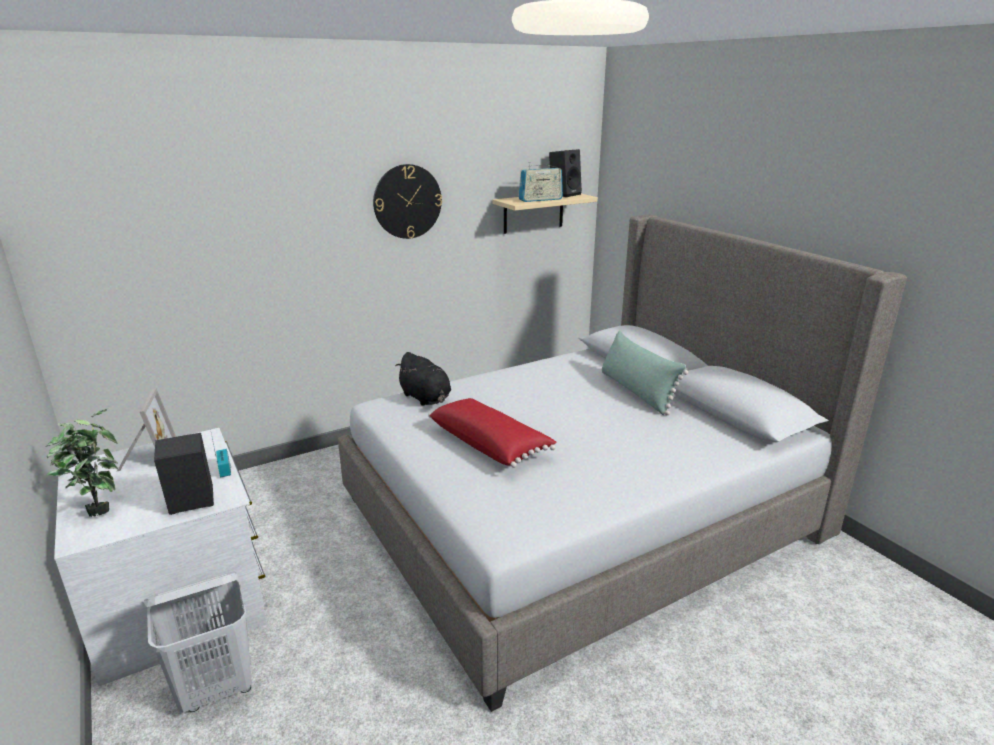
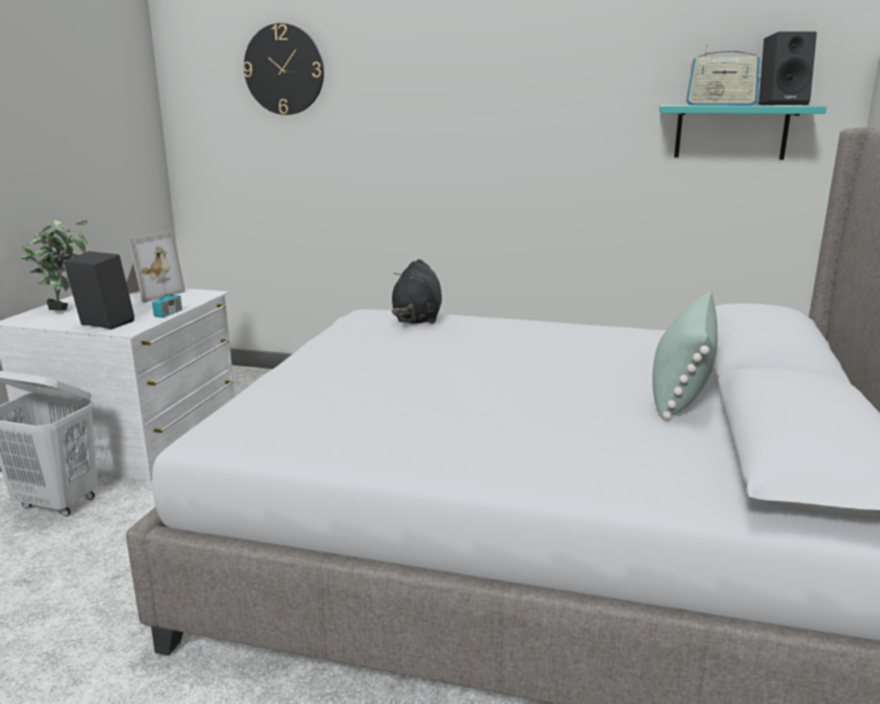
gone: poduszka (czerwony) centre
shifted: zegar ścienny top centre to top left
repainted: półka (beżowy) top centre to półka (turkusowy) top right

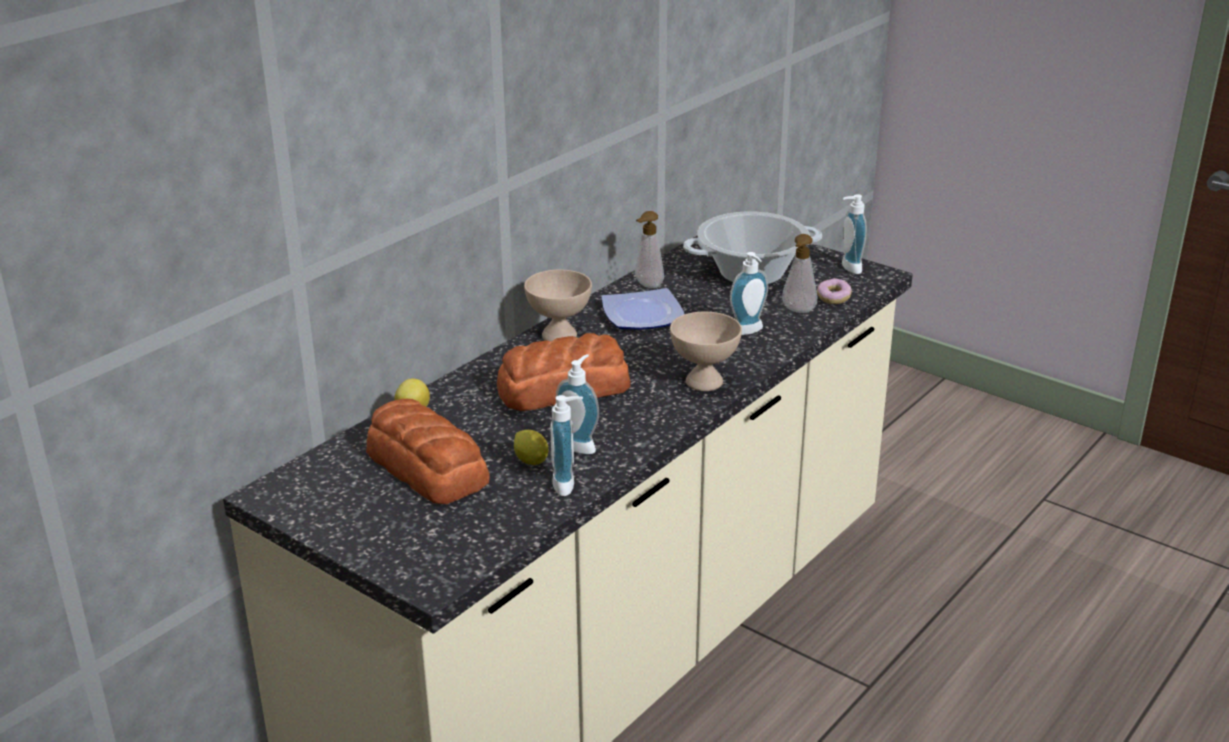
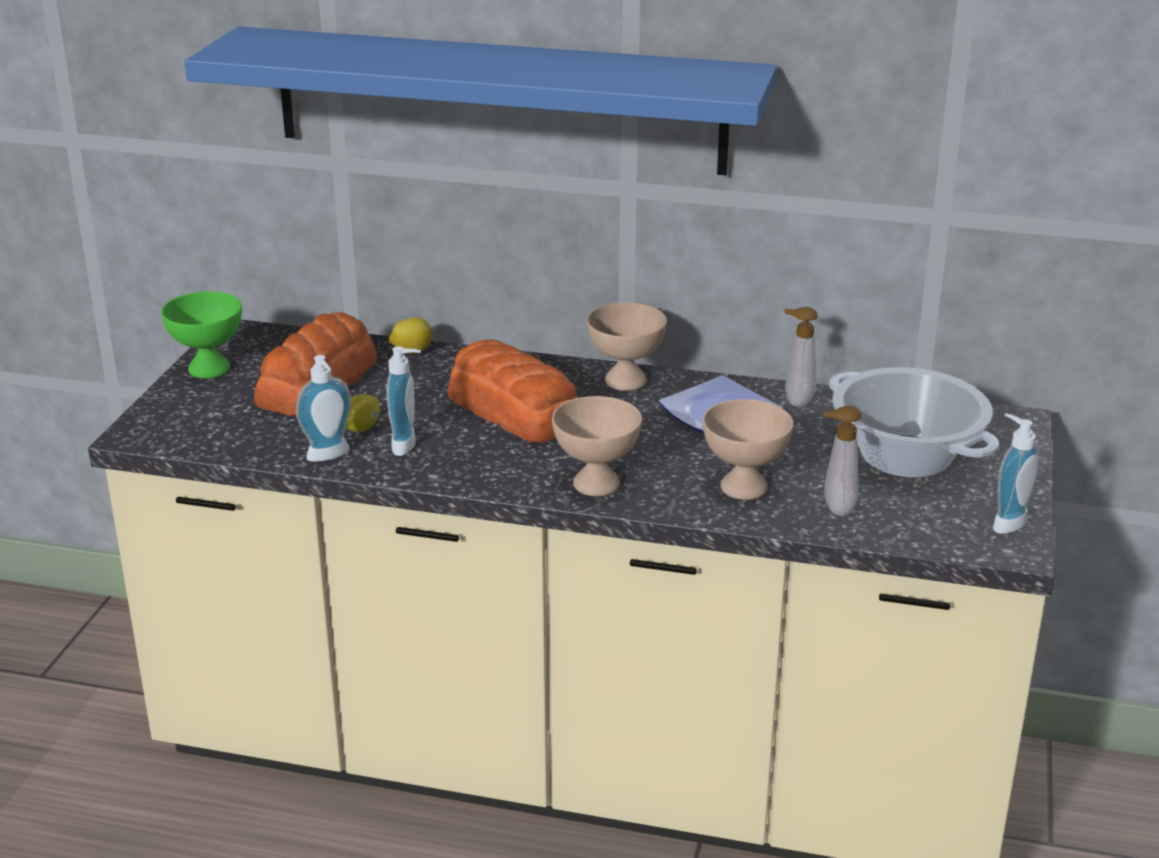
gone: donut middle right
new: miska (zielony) middle left; półka (niebieski) top centre
swapped: dozownik mydła (no. 4 from left) centre to miska (beżowy) (no. 3 from left) centre

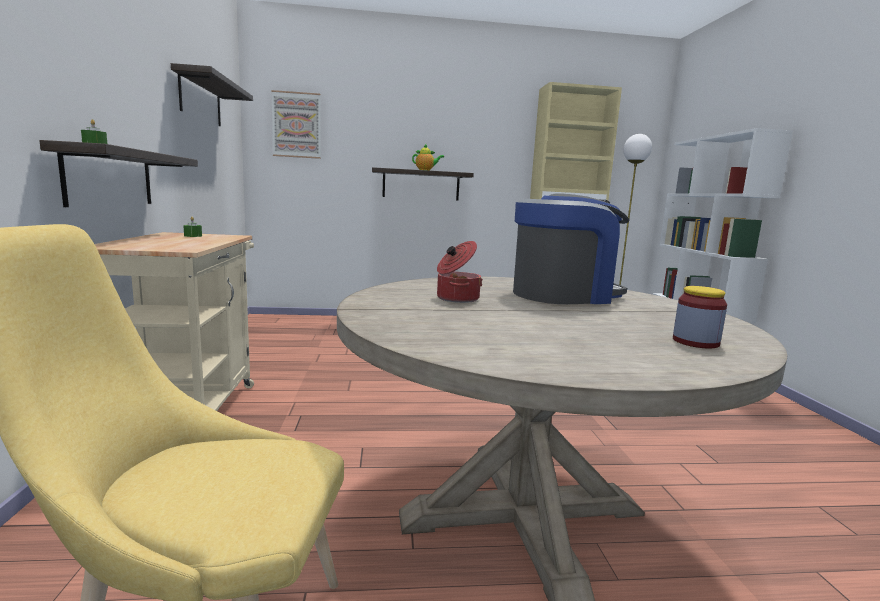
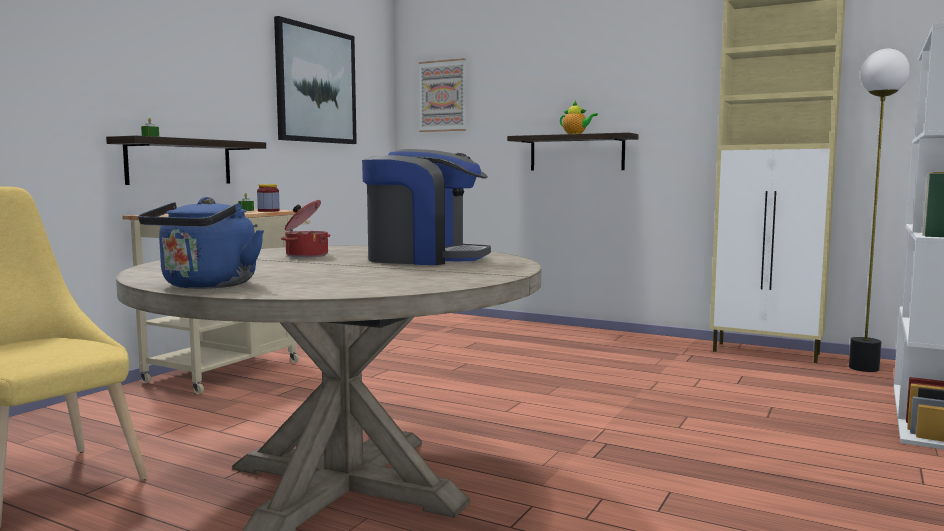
new: czajnik (niebieski) middle left
shifted: słoik middle right to middle left
swapped: półka (no. 2 from left) top left to obraz (no. 1 from left) top centre

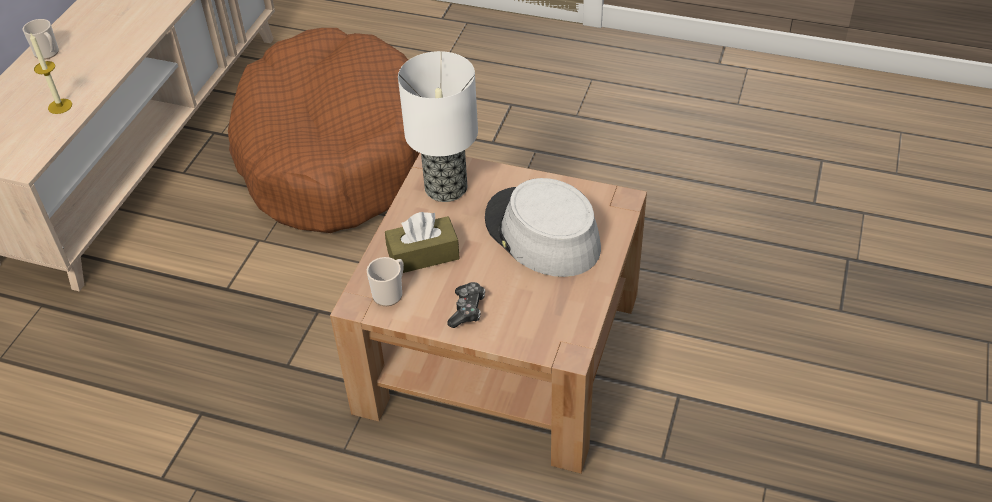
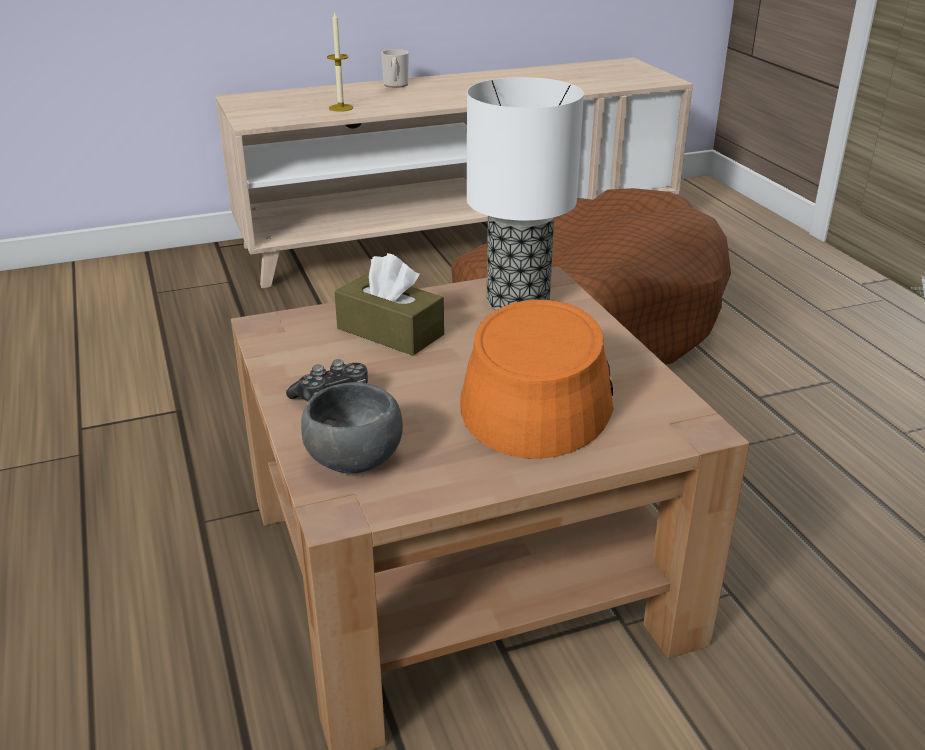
gone: kubek (no. 2 from left) centre
new: miska (szary) centre
repainted: kapelusz (szary) centre to kapelusz (pomarańczowy) centre

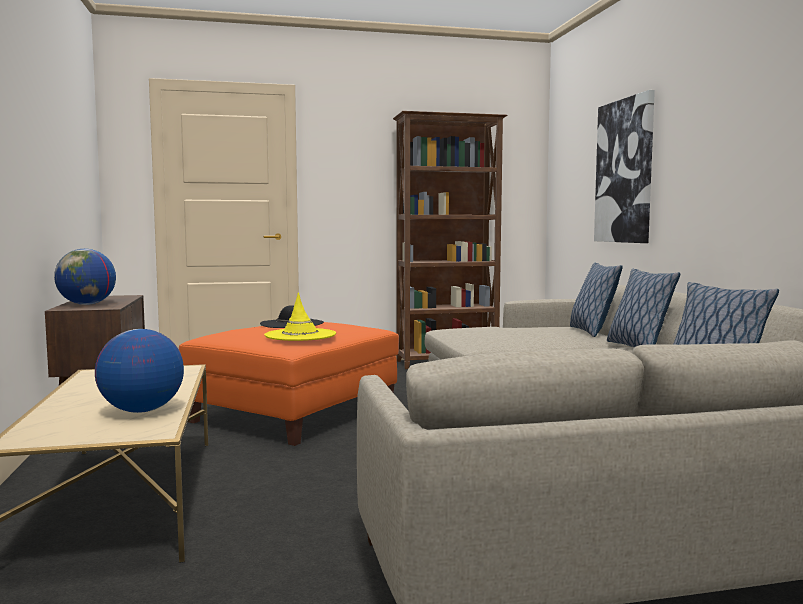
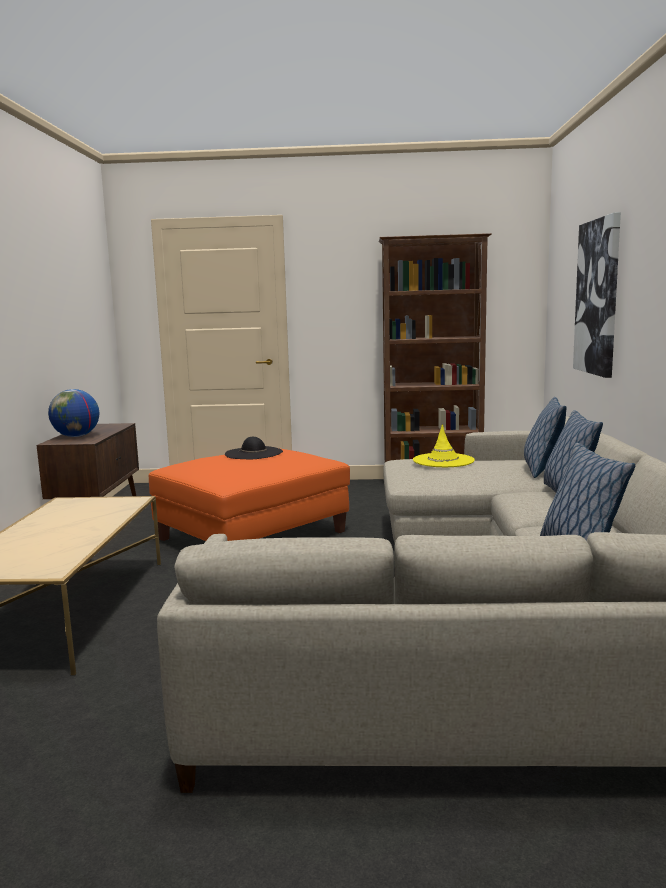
gone: globus (no. 2 from left) middle left
shifted: kapelusz (żółty) centre to middle right

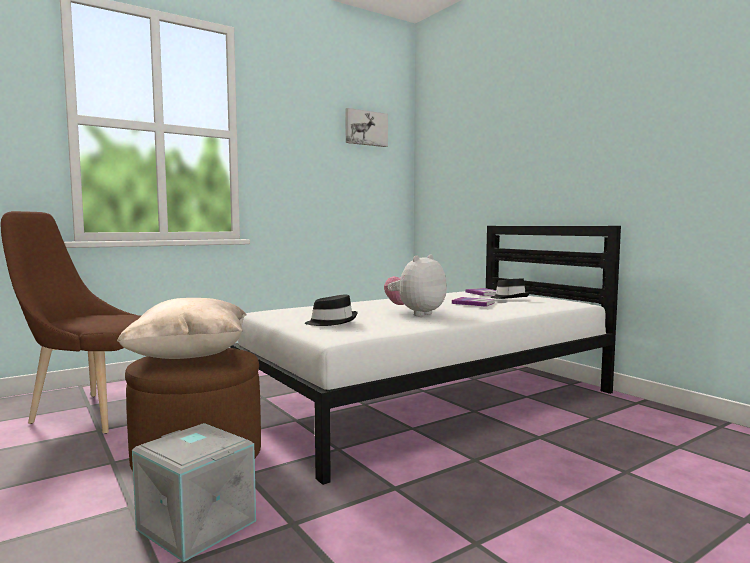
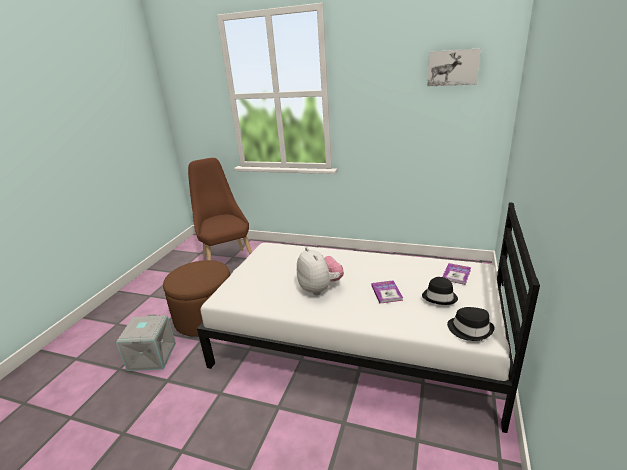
gone: poduszka (beżowy) middle left
shifted: kapelusz (czarny) (no. 1 from left in the first image) centre to kapelusz (czarny) (no. 2 from left) bottom right
rotated: pluszak centre = centre 60 degrees clockwise

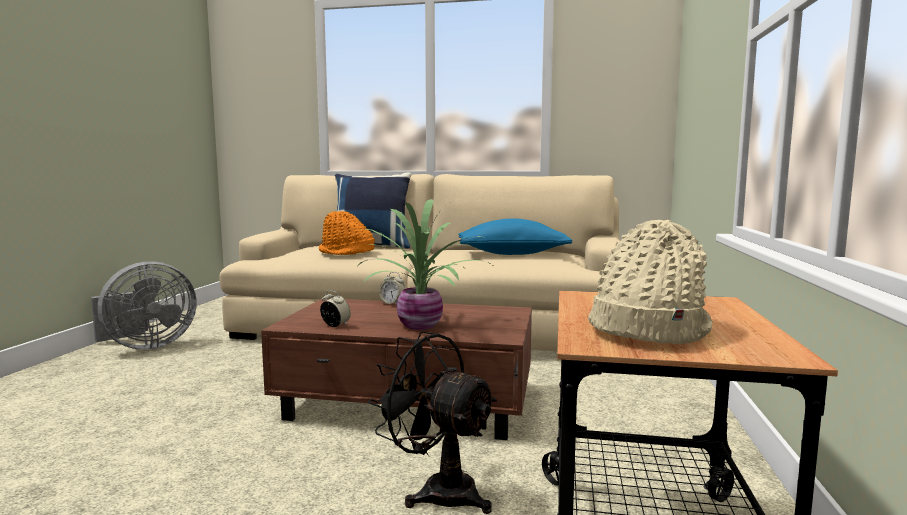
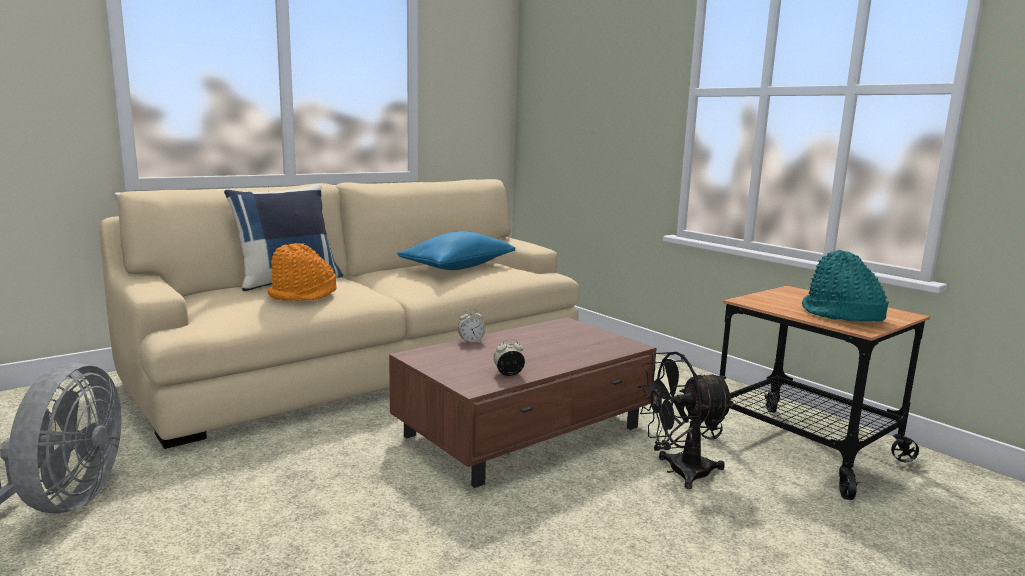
gone: roślina doniczkowa centre
repainted: kapelusz (beżowy) middle right to kapelusz (turkusowy) middle right

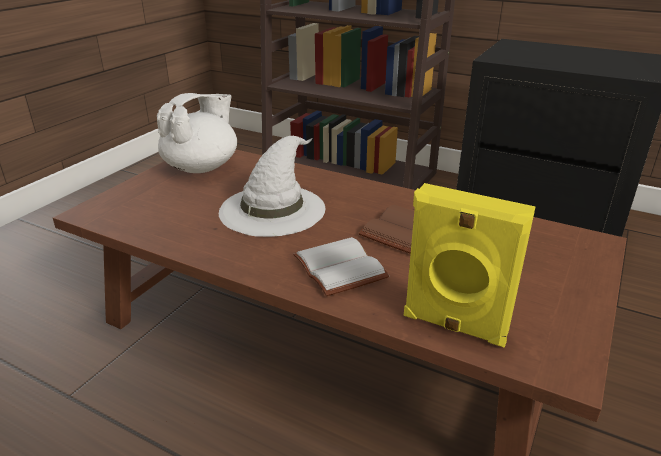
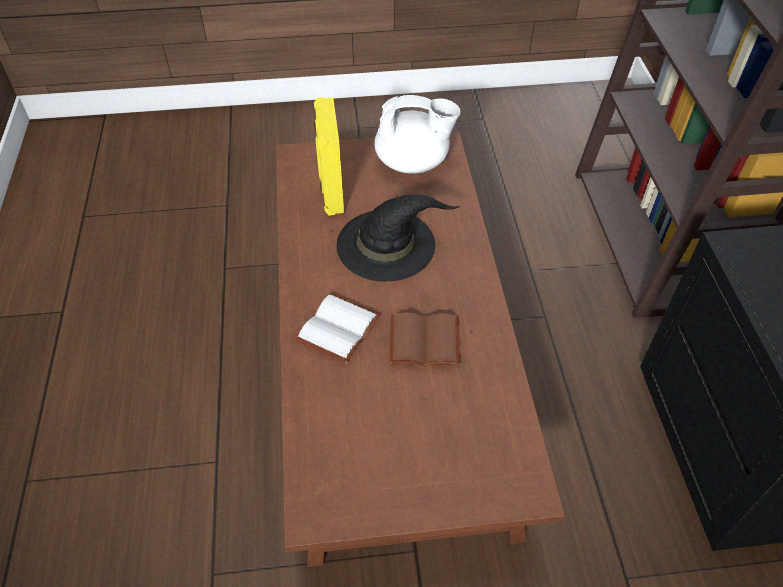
shifted: głośnik (żółty) middle right to top centre
repainted: kapelusz (biały) centre to kapelusz (czarny) centre

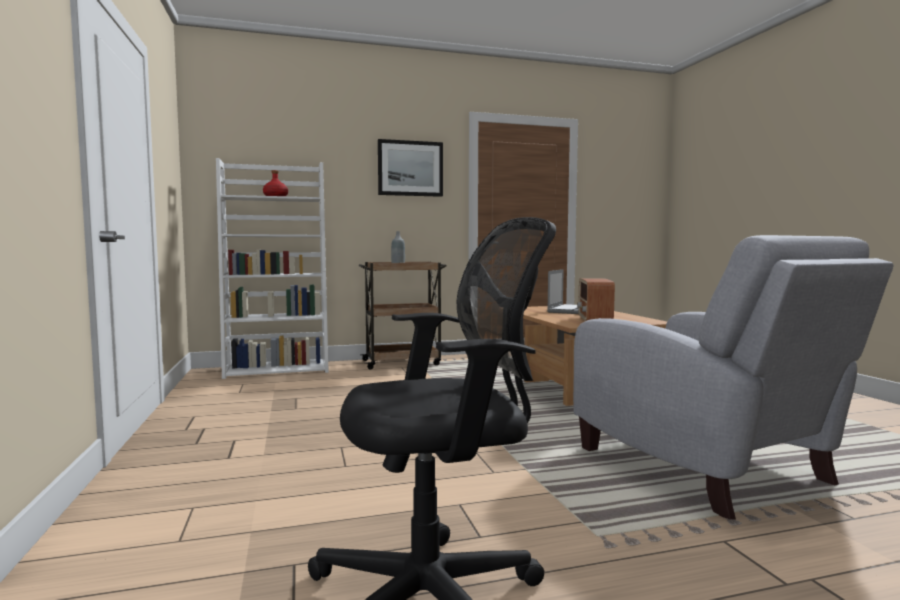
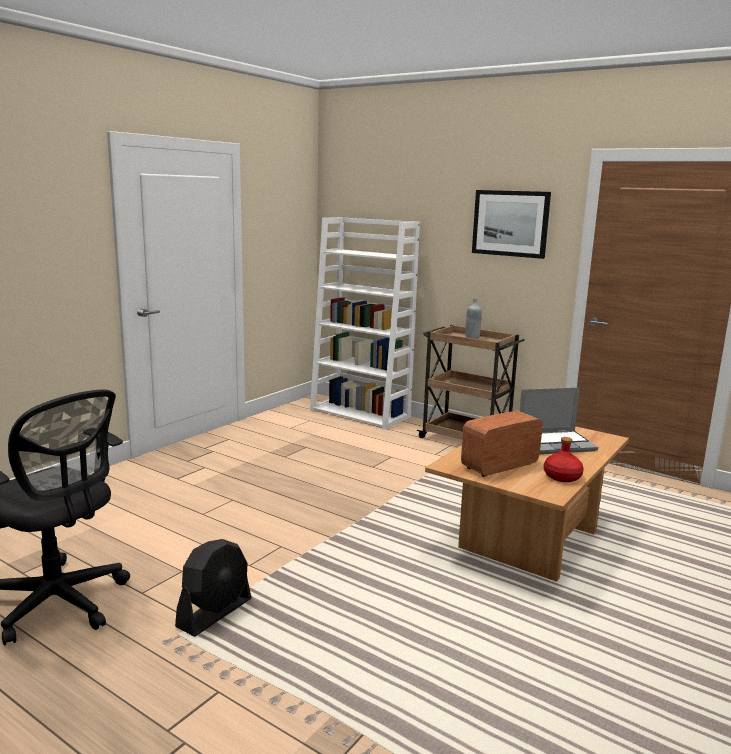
gone: fotel (szary) middle right
new: wentylator (czarny) bottom left
shifted: butelka (czerwony) top left to middle right

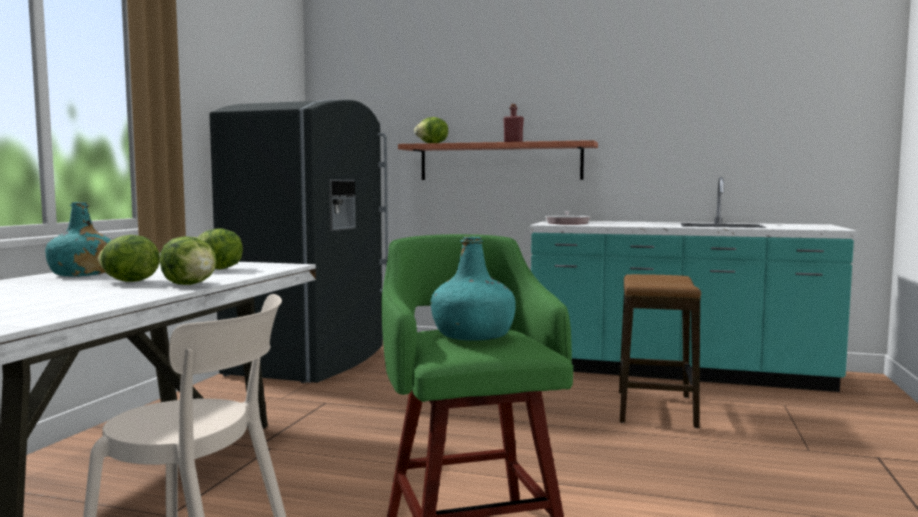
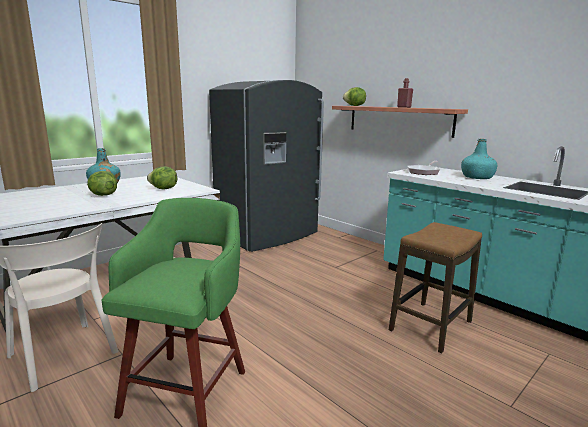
gone: sałata (no. 2 from left) middle left
shifted: butelka (turkusowy) (no. 2 from left) centre to middle right

